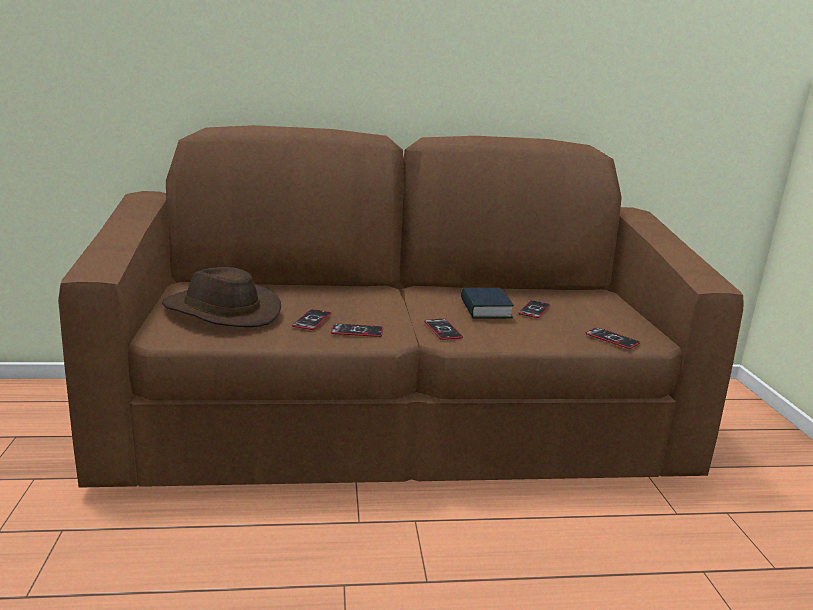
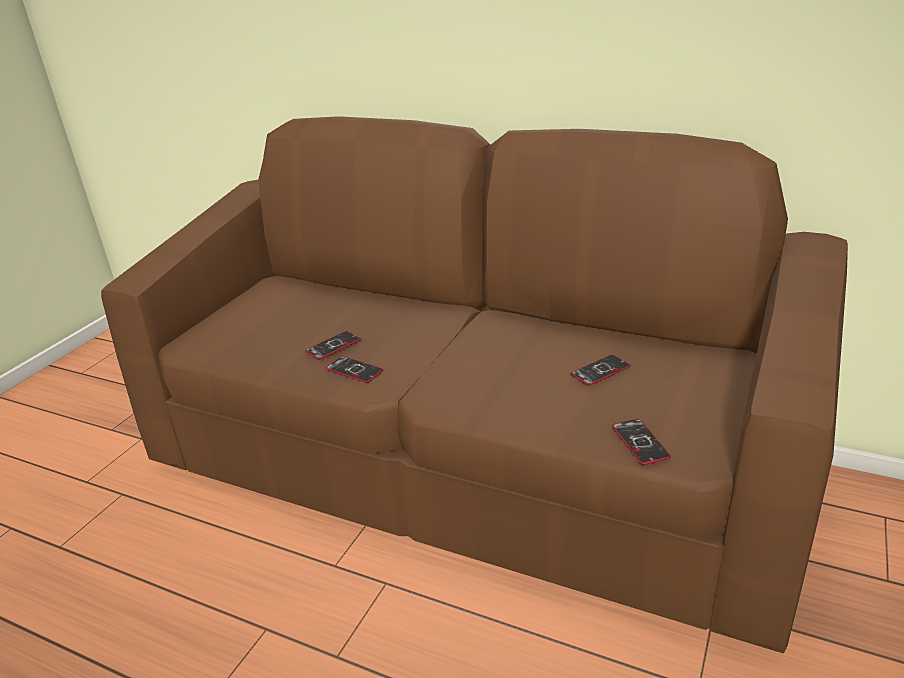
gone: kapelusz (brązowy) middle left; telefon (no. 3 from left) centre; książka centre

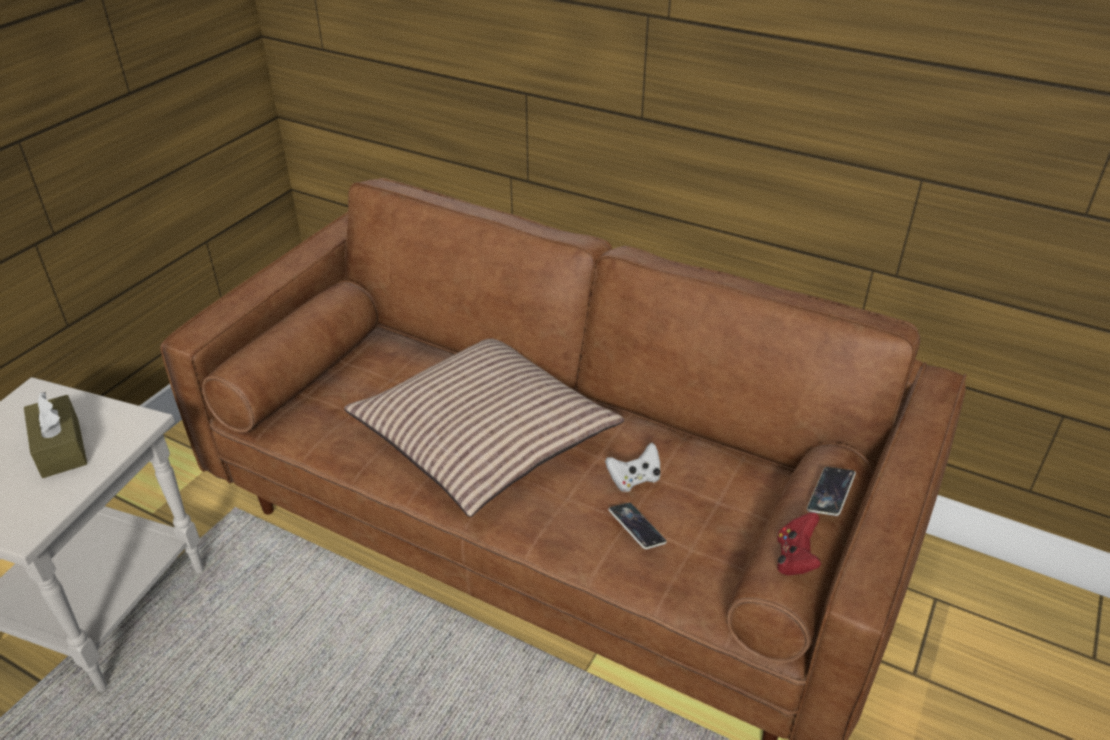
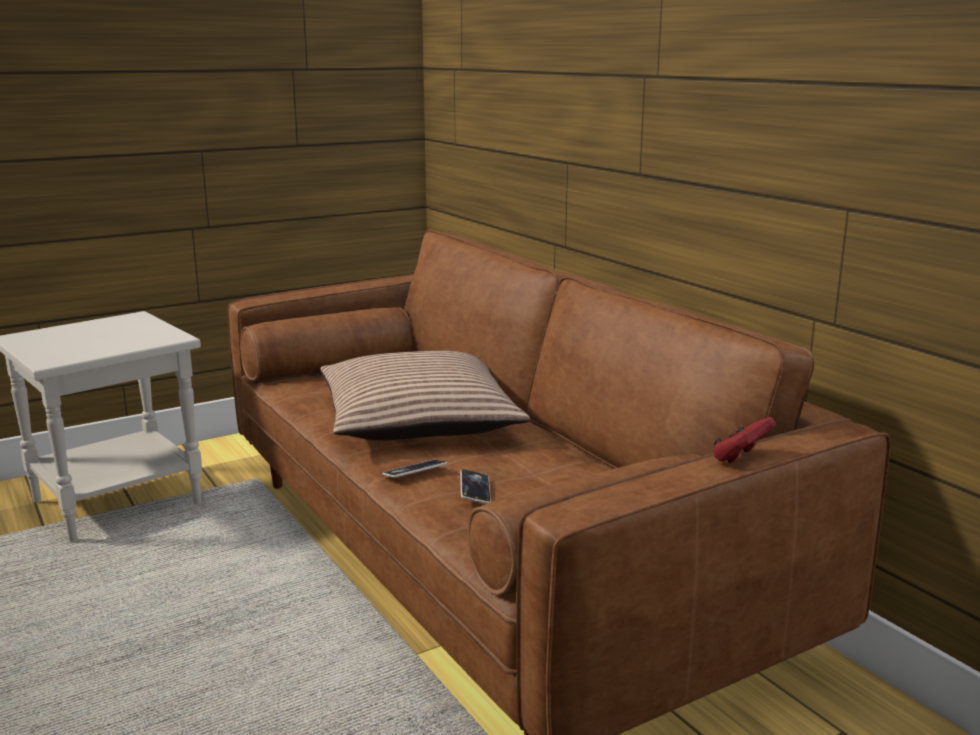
gone: pudełko chusteczek (brązowy) middle left; pad do gier (biały) centre
shifted: telefon (no. 2 from left in the first image) middle right to telefon (no. 1 from left) centre; pad do gier (czerwony) bottom right to middle right

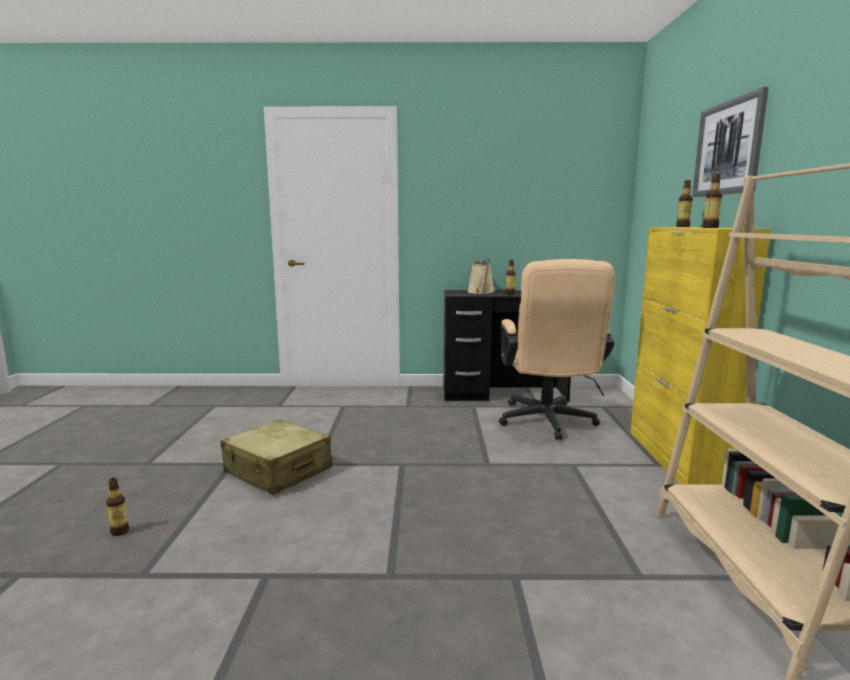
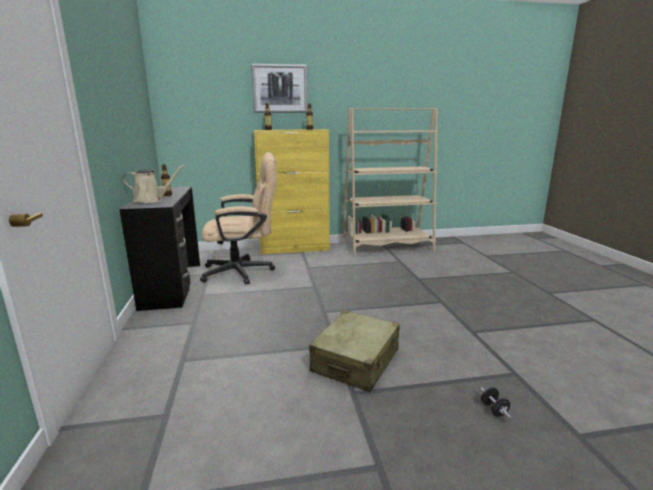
swapped: butelka (no. 1 from left) bottom left to hantel (czarny) bottom right

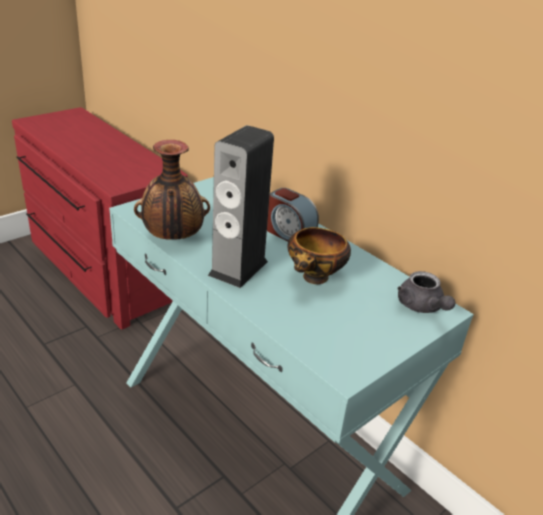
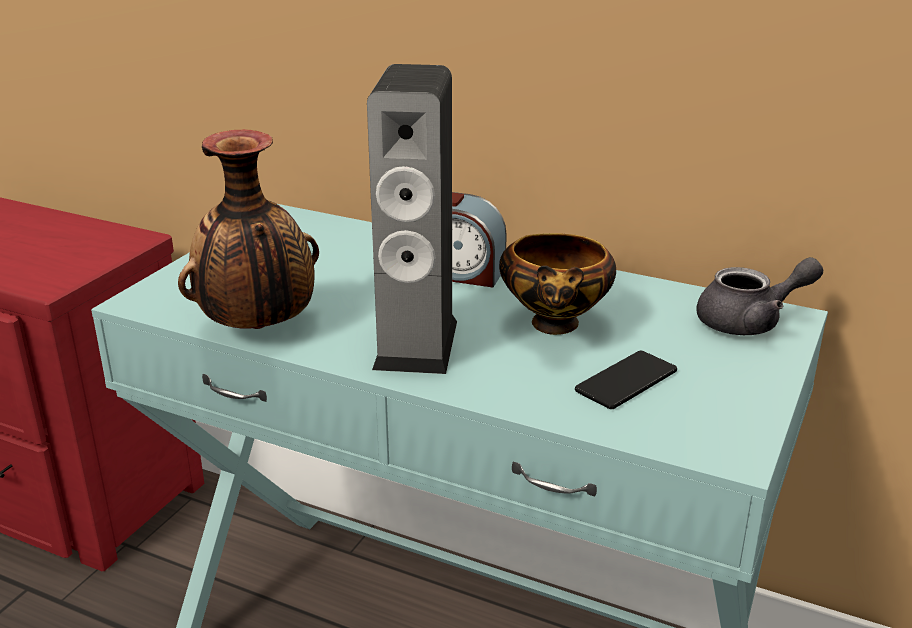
new: telefon middle right
rotated: imbryk (szary) middle right = middle right 60 degrees counterclockwise

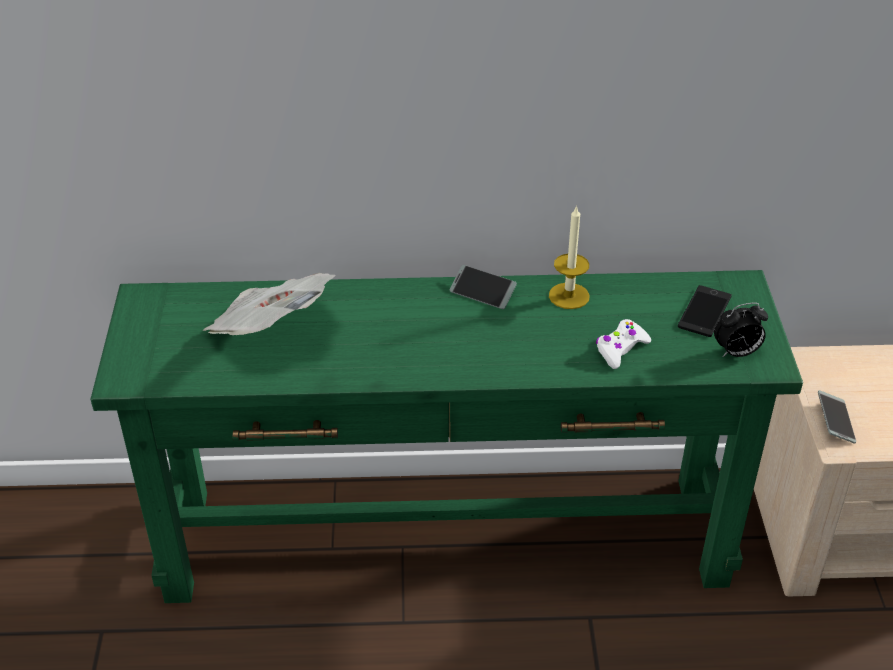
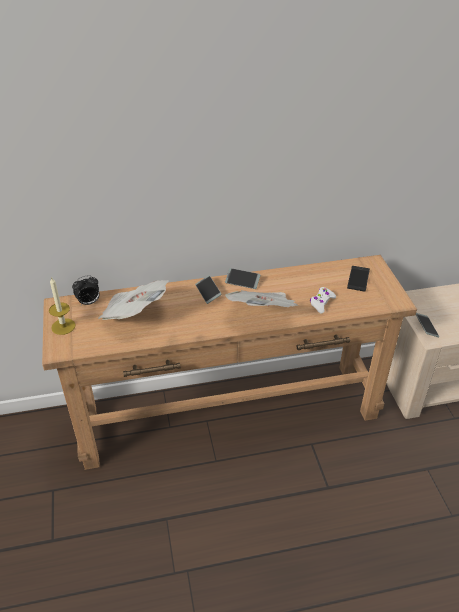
new: telefon (no. 1 from left) centre; gazeta (no. 2 from left) centre
shifted: świeca centre to middle left; budzik middle right to middle left
repainted: stolik konsolowy (zielony) centre to stolik konsolowy (brązowy) centre

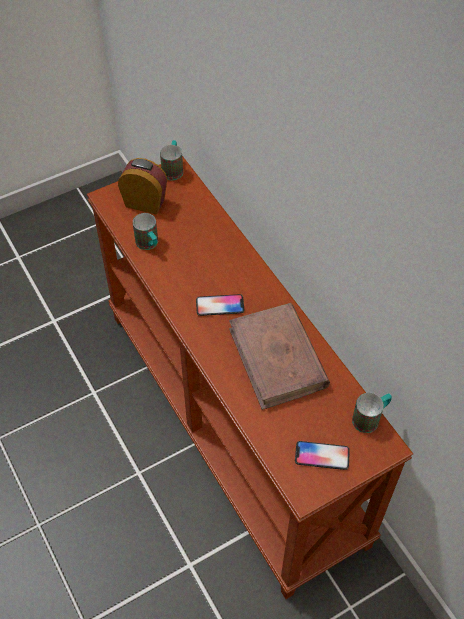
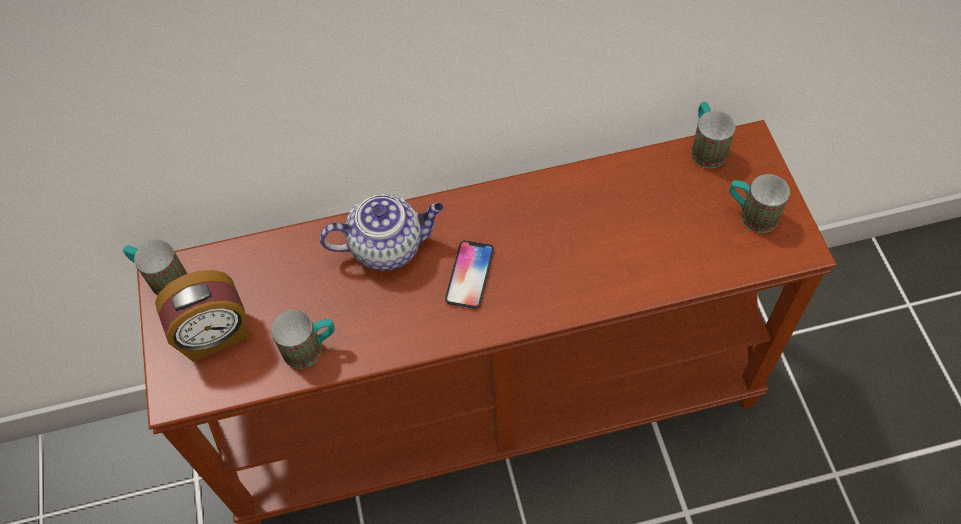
gone: książka (brązowy) centre
new: imbryk centre
swapped: telefon (no. 2 from left) bottom right to kubek (no. 4 from left) middle right
rotated: budzik top left = middle left 150 degrees counterclockwise

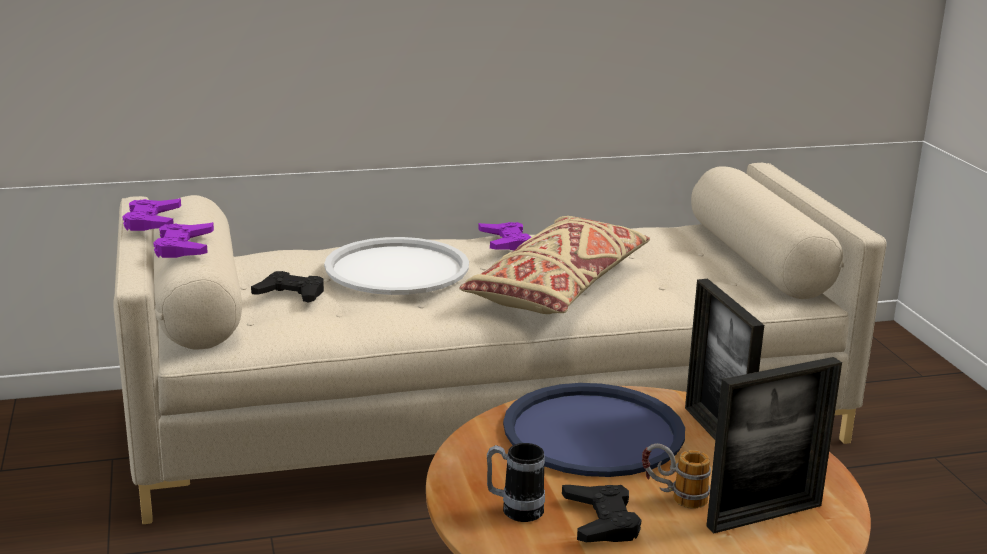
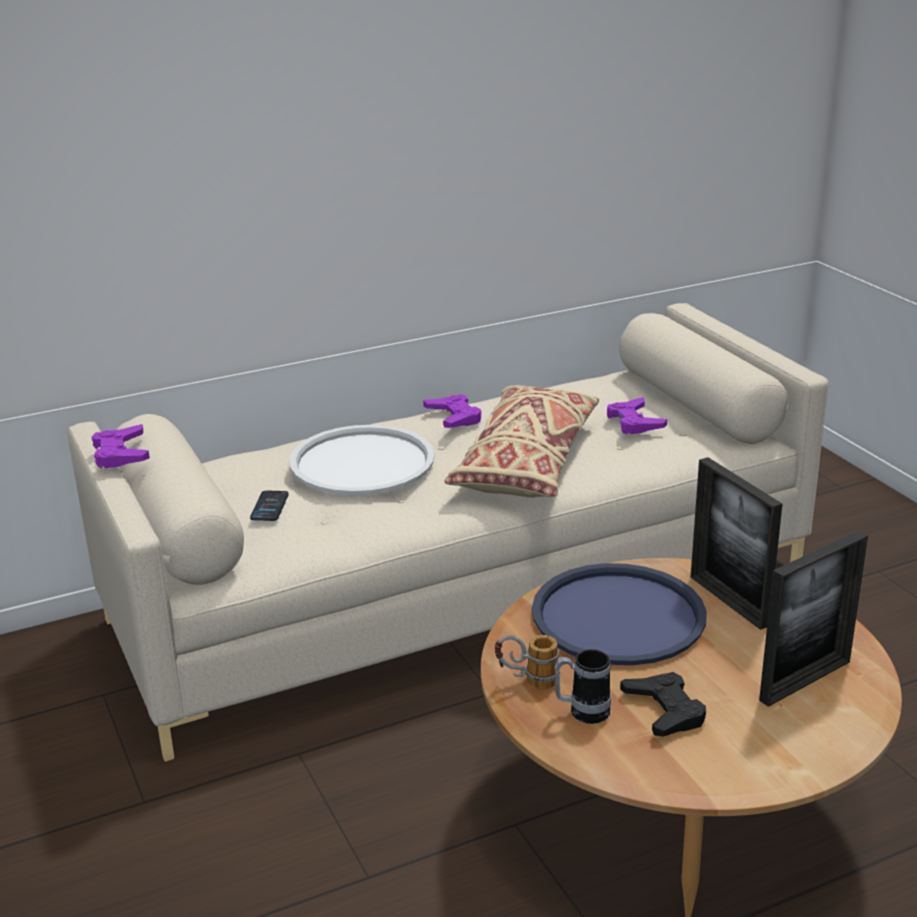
shifted: kubek (no. 2 from left in the first image) bottom right to kubek (no. 1 from left) bottom centre; pad do gier (fioletowy) (no. 2 from left in the first image) middle left to pad do gier (fioletowy) (no. 3 from left) middle right
swapped: pad do gier (czarny) (no. 1 from left) middle left to telefon middle left

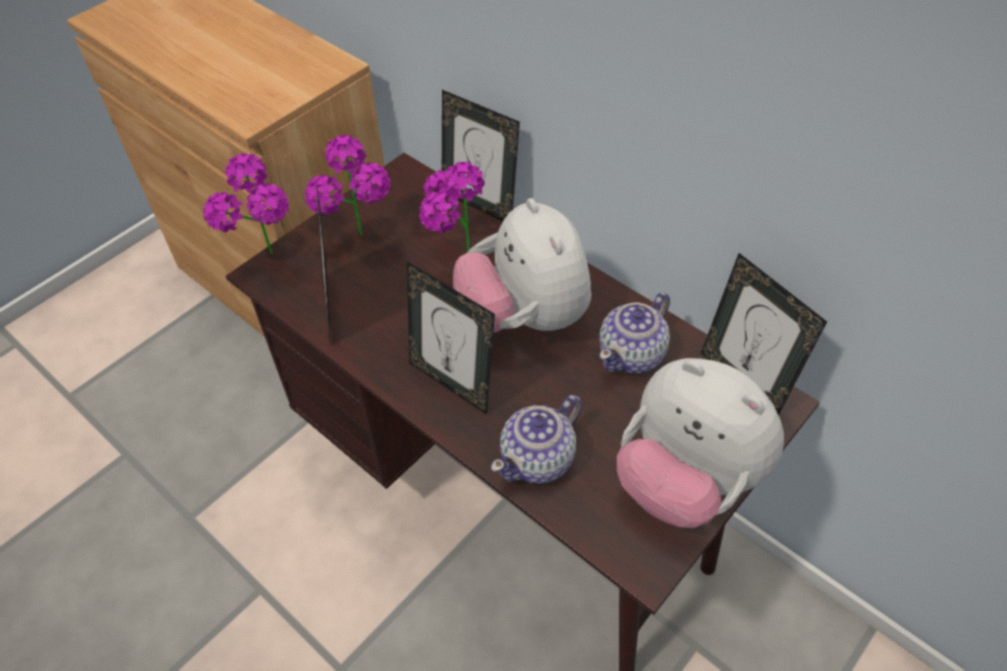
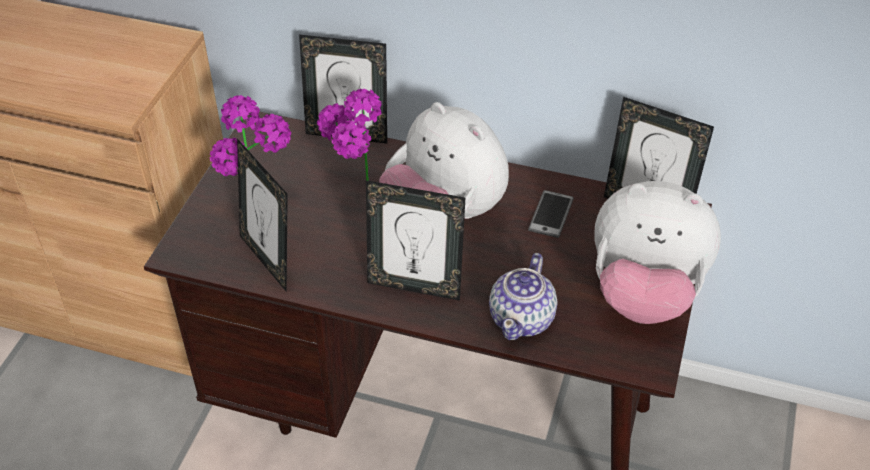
gone: roślina doniczkowa (no. 1 from left) top left
swapped: imbryk (no. 2 from left) centre to telefon centre

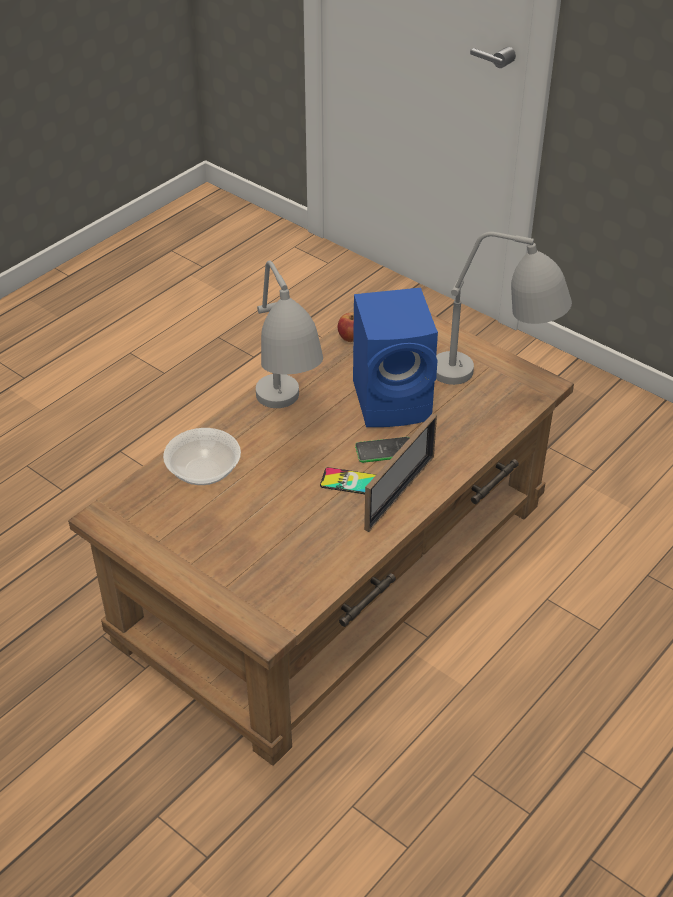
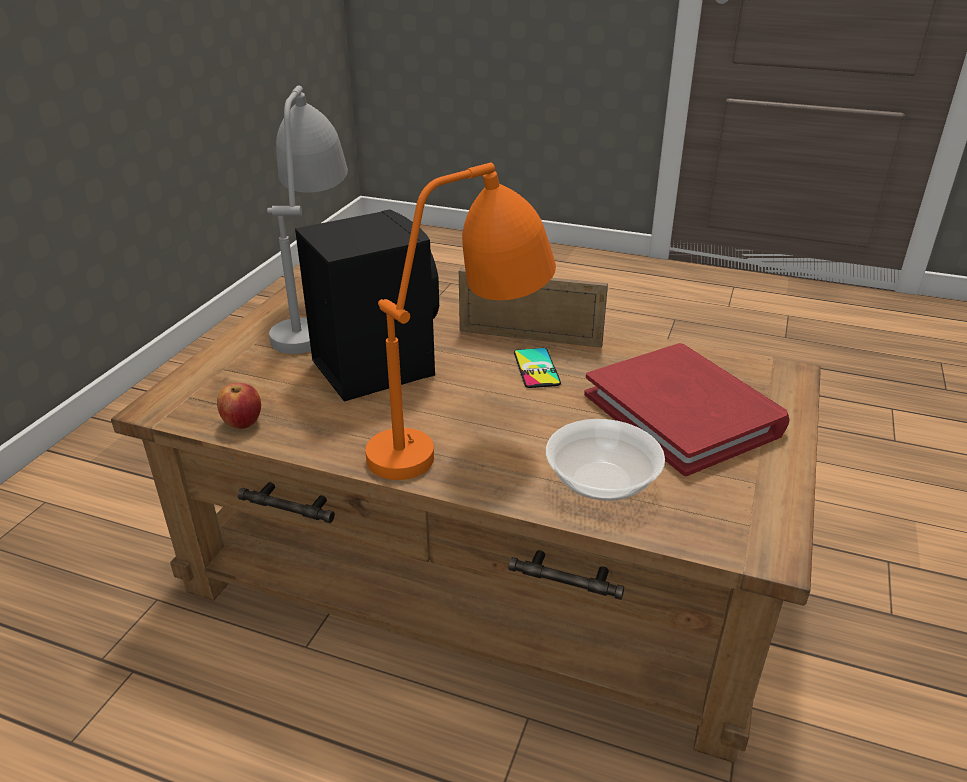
gone: telefon (no. 2 from left) centre
new: książka (czerwony) middle right
repainted: głośnik (niebieski) centre to głośnik (czarny) centre; lampa stołowa (szary) (no. 1 from left) centre to lampa stołowa (pomarańczowy) centre

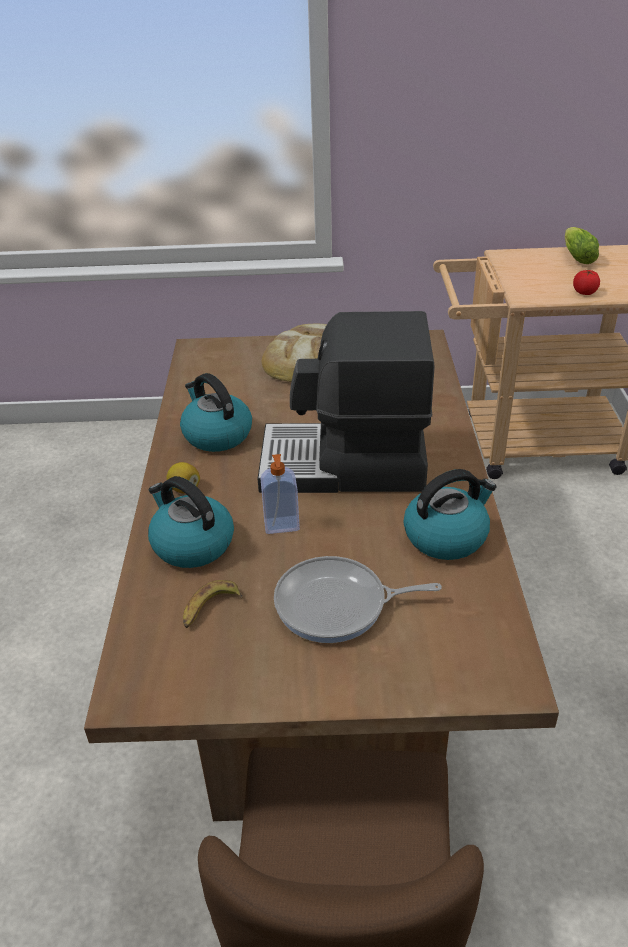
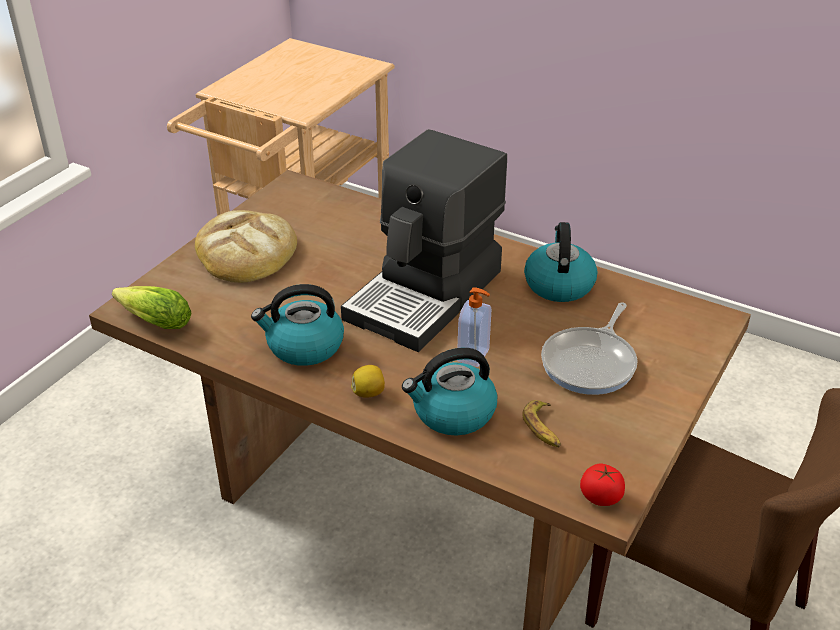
shifted: sałata top right to middle left; pomidor top right to bottom right

